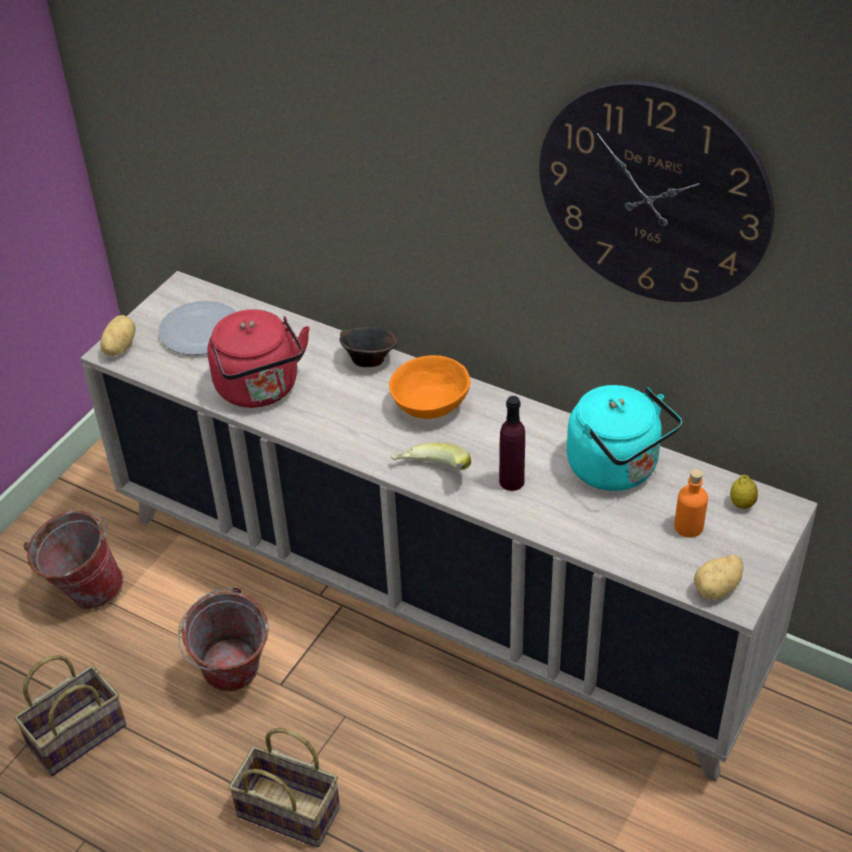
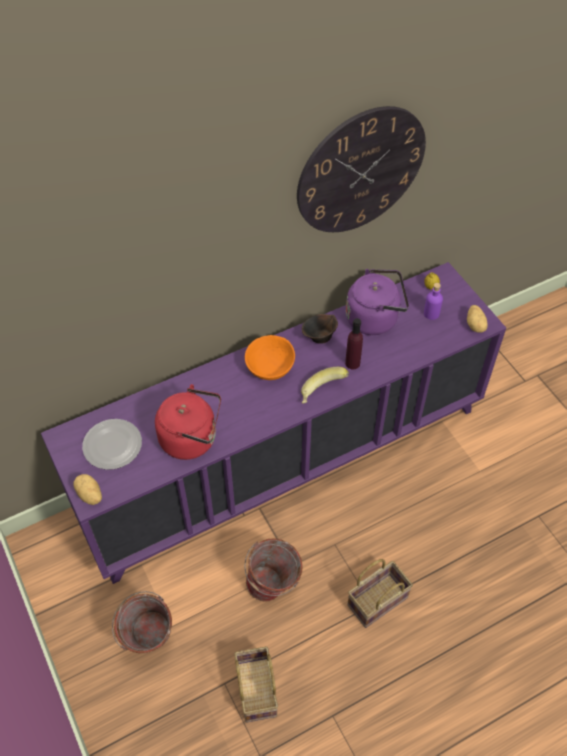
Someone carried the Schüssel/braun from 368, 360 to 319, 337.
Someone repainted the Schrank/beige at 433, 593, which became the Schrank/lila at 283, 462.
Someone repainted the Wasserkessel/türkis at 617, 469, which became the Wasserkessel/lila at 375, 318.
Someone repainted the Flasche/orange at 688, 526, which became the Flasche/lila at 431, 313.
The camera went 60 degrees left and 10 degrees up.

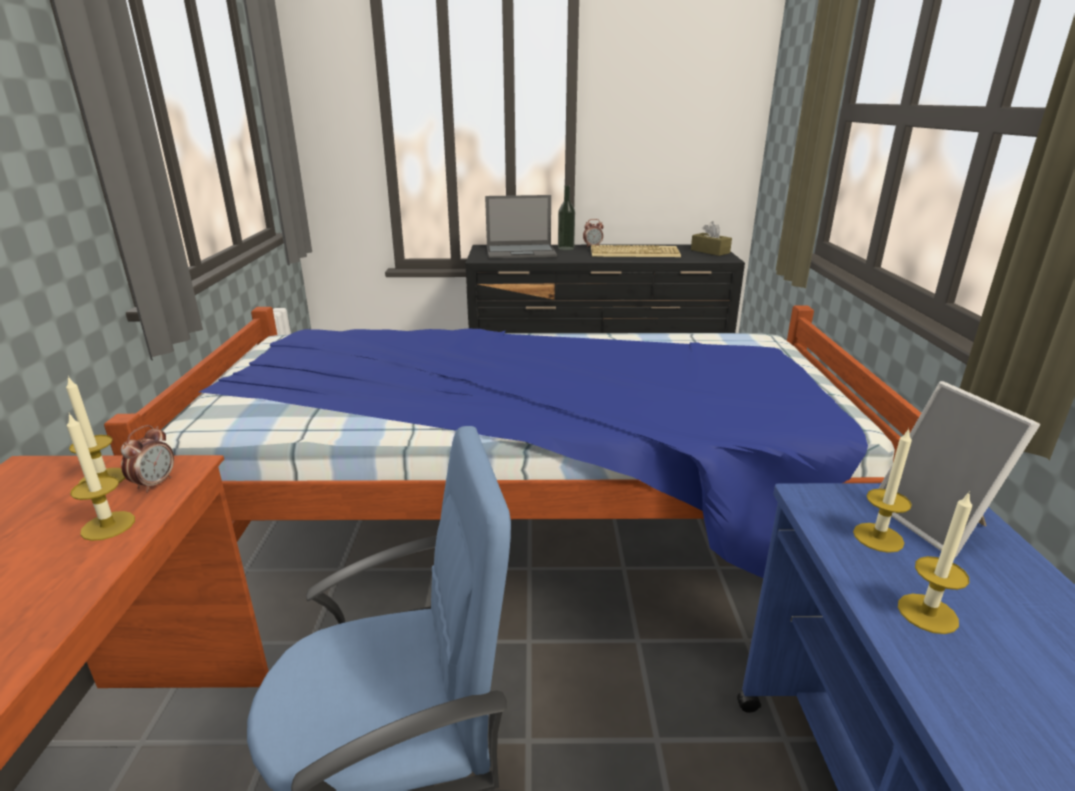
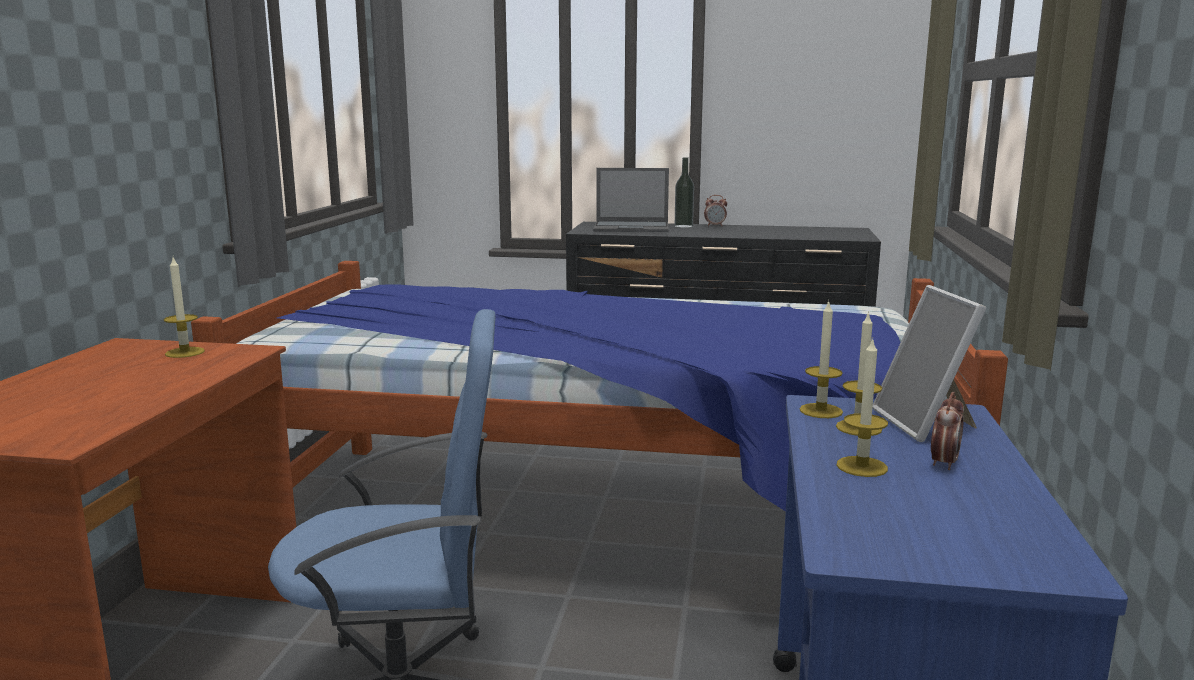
Someone took away the Tastatur at 635, 253.
Someone took away the Taschentuchbox/braun at 710, 251.
Someone carried the Kerze from 108, 526 to 821, 411.
Someone carried the Wecker from 155, 483 to 944, 463.
The camera went 10 degrees right and 10 degrees down.

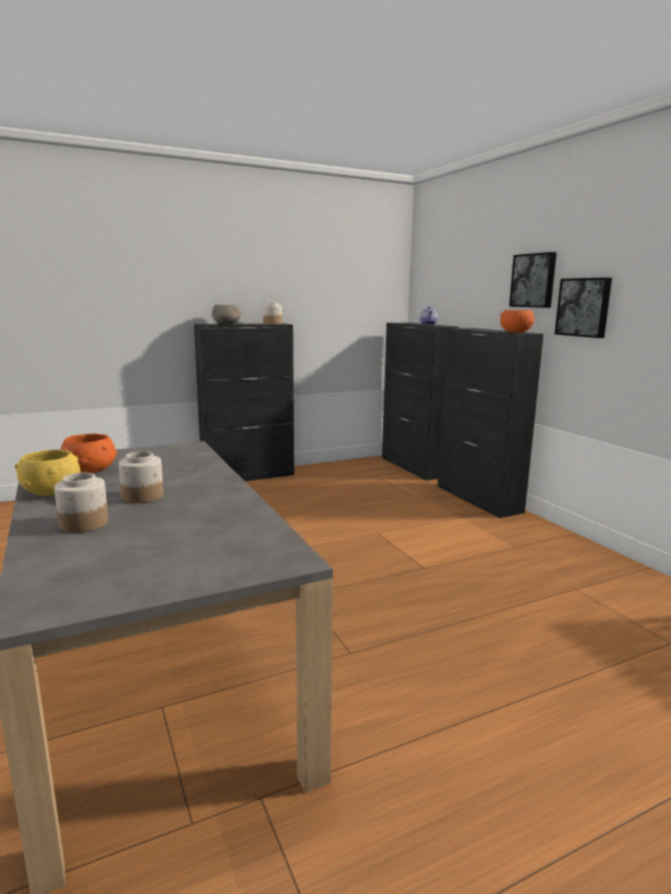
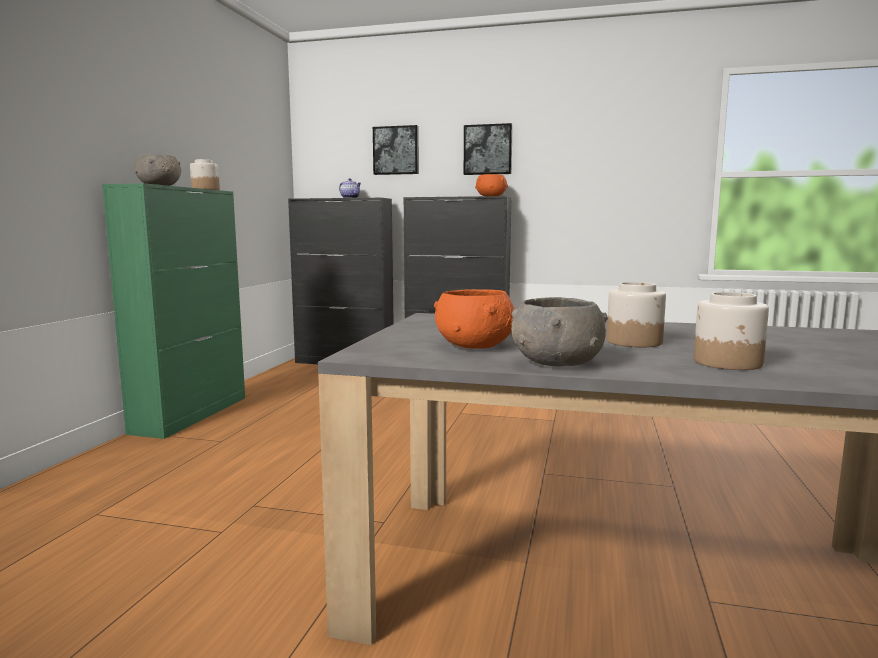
Someone carried the Bild from 584, 307 to 396, 150.
Someone repainted the Schüssel/gelb at 52, 491, which became the Schüssel/grau at 556, 362.
Someone repainted the Schrank/schwarz at 249, 476, which became the Schrank/grün at 192, 414.
The camera went 50 degrees left and 5 degrees down.

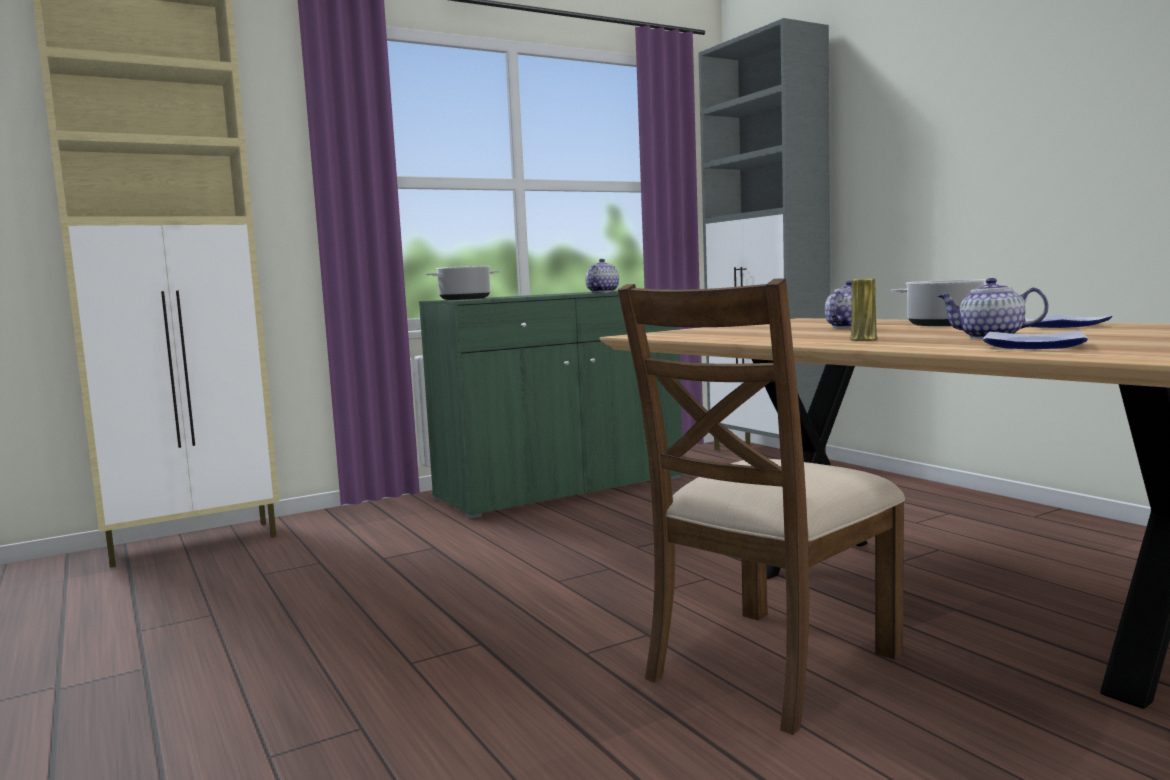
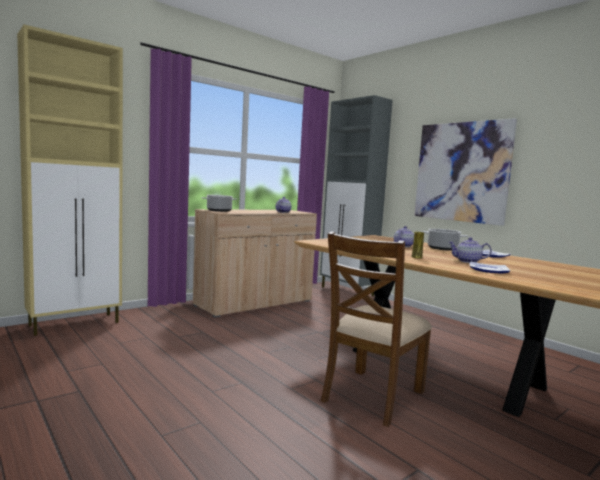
Someone put up the Bild at 461, 172.
Someone repainted the Schrank/grün at 561, 488, which became the Schrank/beige at 254, 303.
The camera went 10 degrees left and 0 degrees up.

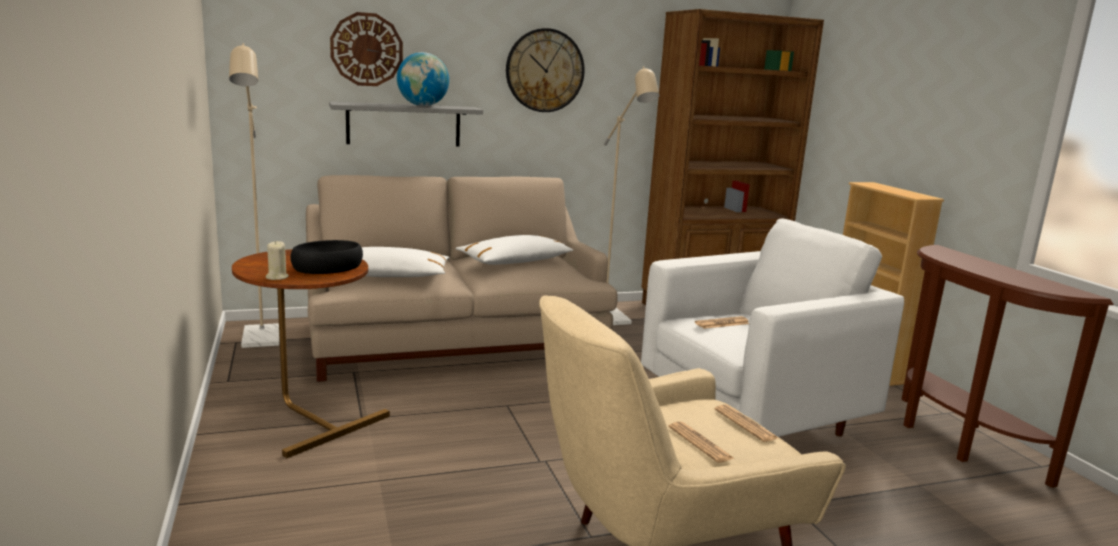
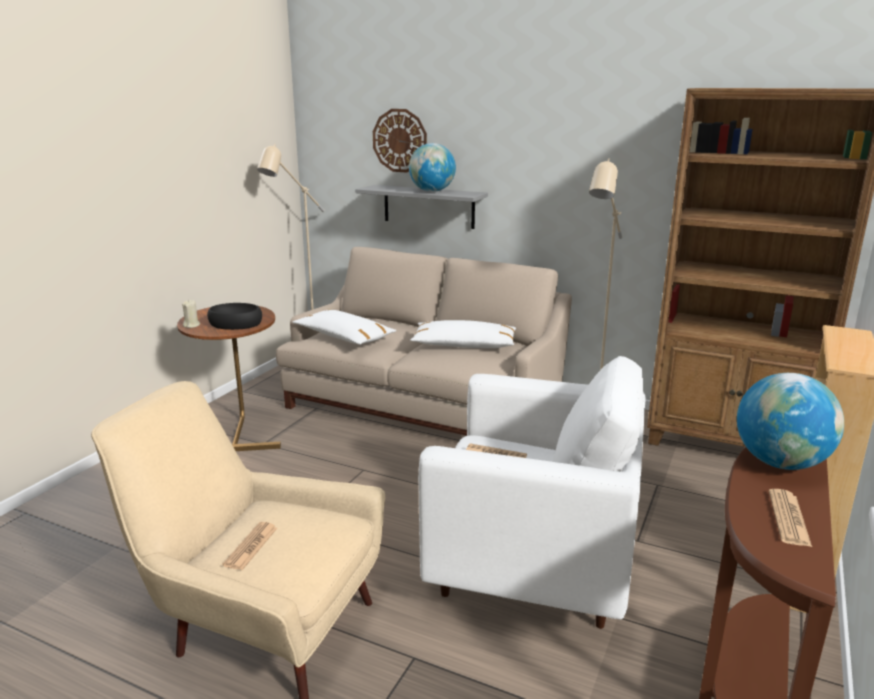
Someone took away the Wanduhr at 545, 70.
Someone put down the Globus at 780, 463.
Someone carried the Zeitung from 745, 424 to 788, 518.
The camera went 45 degrees right and 5 degrees up.

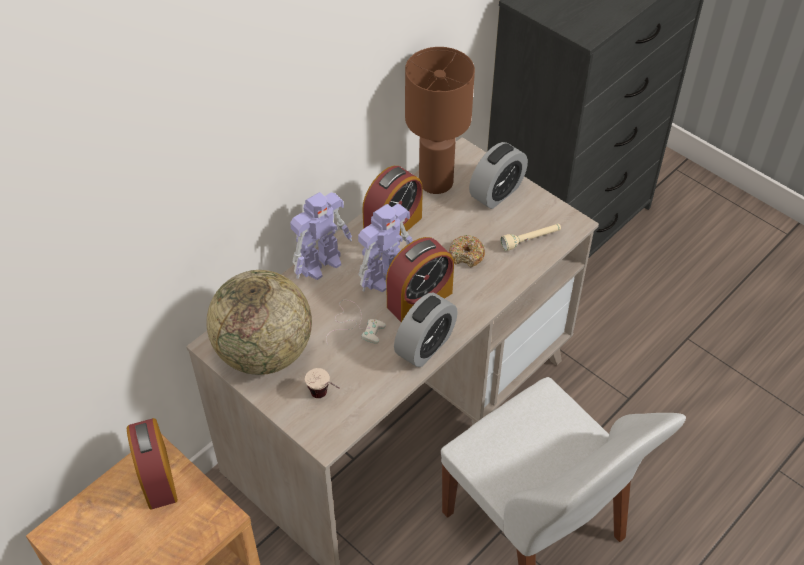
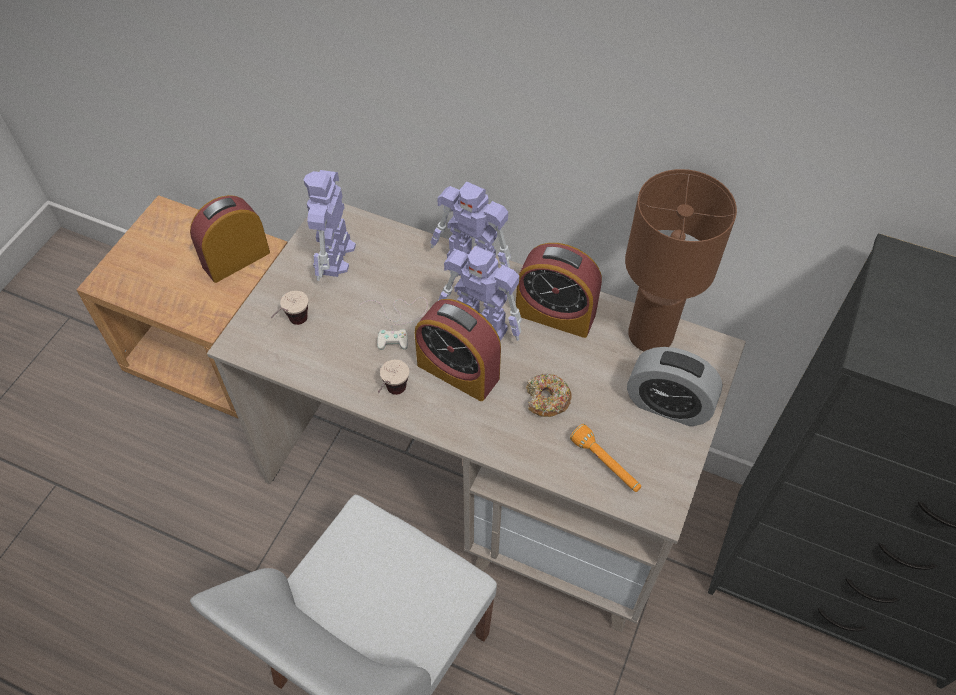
Someone swapped the Globus at 264, 352 for the Spielzeugroboter at 334, 257.
Someone swapped the Wecker at 425, 346 for the Tasse at 392, 396.
Someone repainted the Taschenlampe/beige at 531, 240, which became the Taschenlampe/orange at 606, 464.
The camera went 70 degrees right and 5 degrees up.

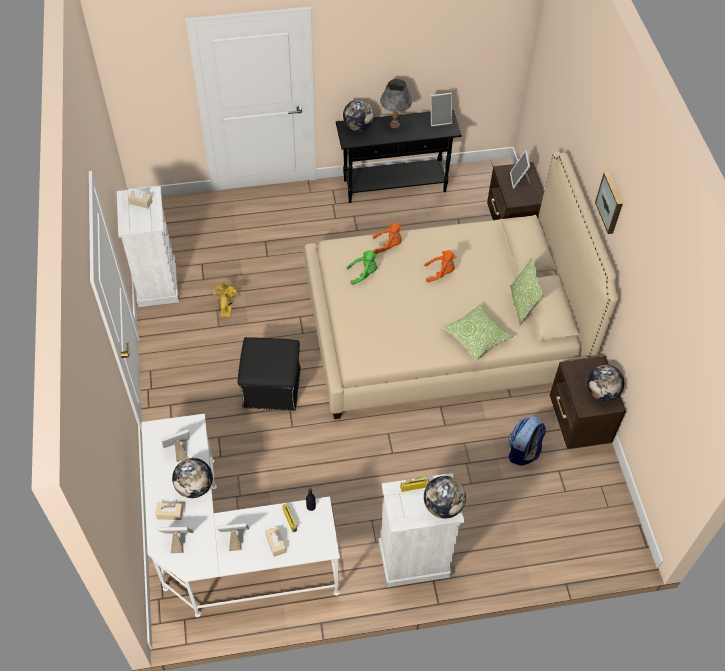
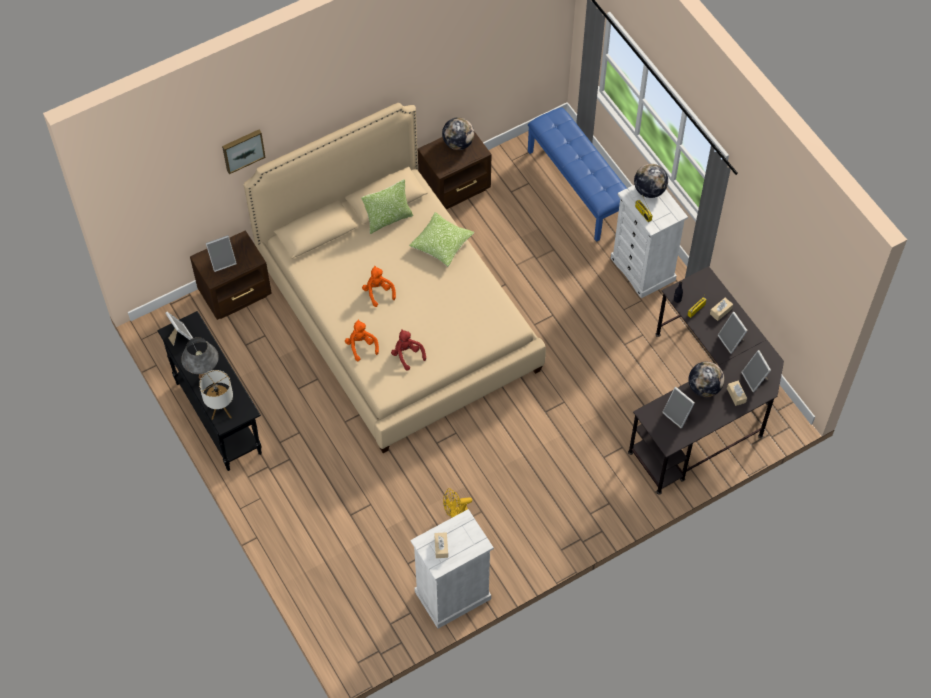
Someone took away the Polsterhocker/schwarz at 271, 388.
Someone took away the Rucksack at 523, 451.
Someone put down the Bank/blau at 578, 187.
Someone carried the Bild from 611, 202 to 242, 150.
Someone swapped the Globus at 358, 127 for the Tischlampe at 221, 410.
Someone repainted the Schreibtisch/weiß at 227, 548, which became the Schreibtisch/schwarz at 703, 405.
Someone repainted the Plüschtier/grün at 364, 273, which became the Plüschtier/rot at 407, 355.
The camera went 110 degrees left and 5 degrees up.

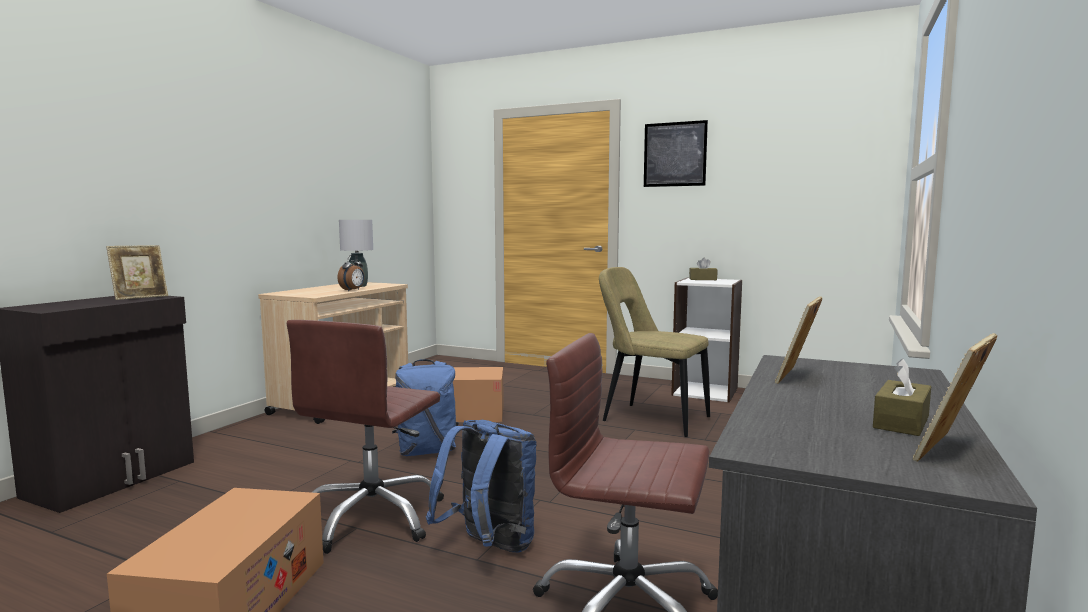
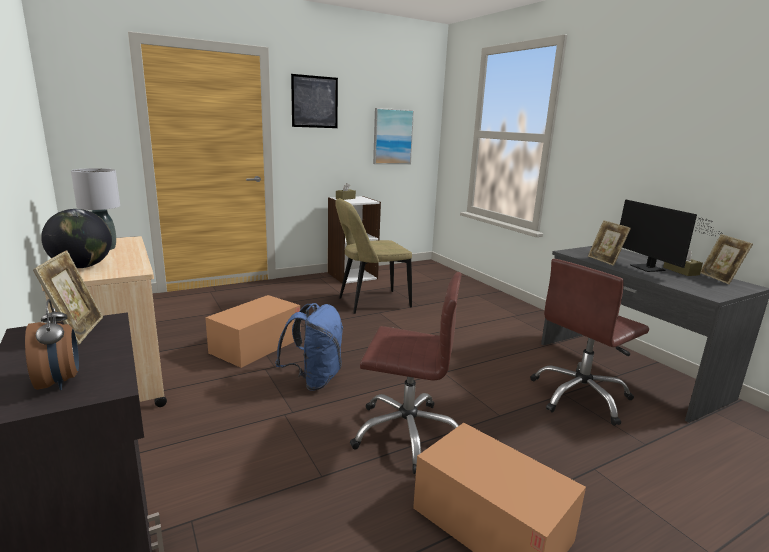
Someone took away the Rucksack/blau at 489, 547.
Someone put down the Globus at 82, 267.
Someone put up the Bild at 392, 136.
Someone put down the Monitor at 650, 269.
Someone carried the Wecker from 353, 290 to 60, 382.
Someone rotated the Bürostuhl/braun at 373, 517 by 45 degrees counterclockwise.
The camera went 55 degrees left and 10 degrees up.

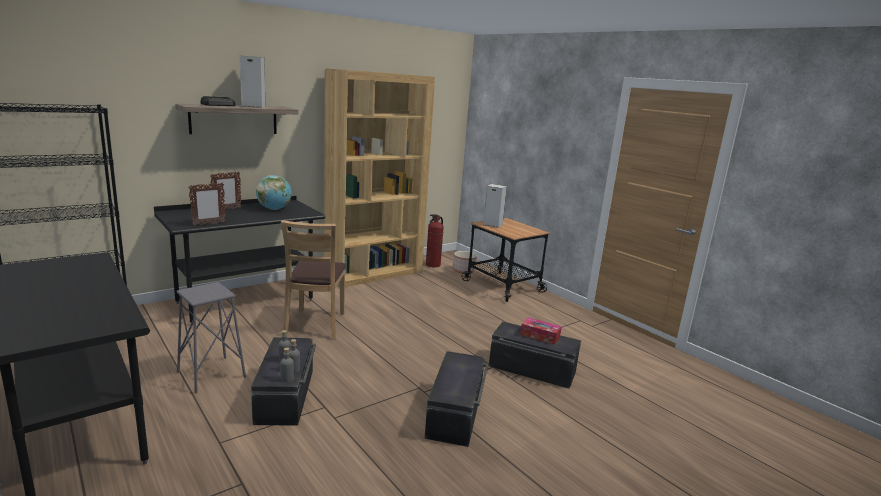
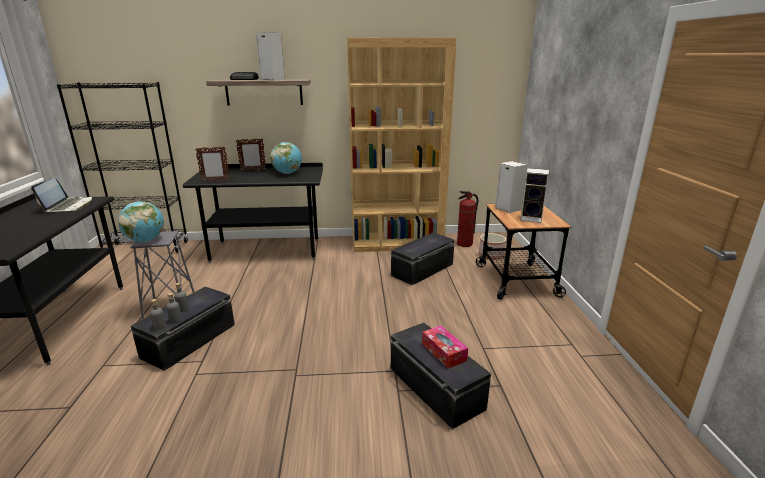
Someone took away the Stuhl/braun at 315, 325.
Someone put down the Laptop at 68, 206.
Someone put down the Globus at 145, 240.
Someone put down the Lautsprecher at 532, 218.
Someone carried the Aufbewahrungsbox/schwarz from 456, 413 to 423, 270.
The camera went 35 degrees right and 5 degrees up.

